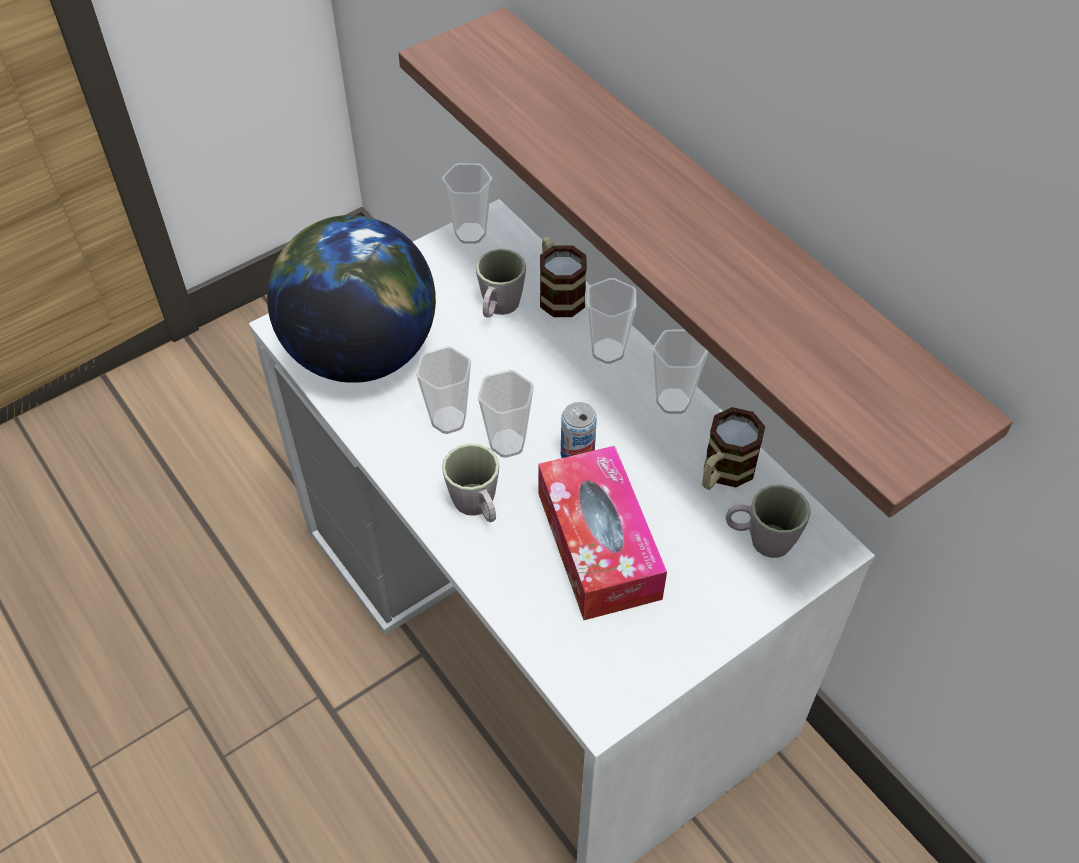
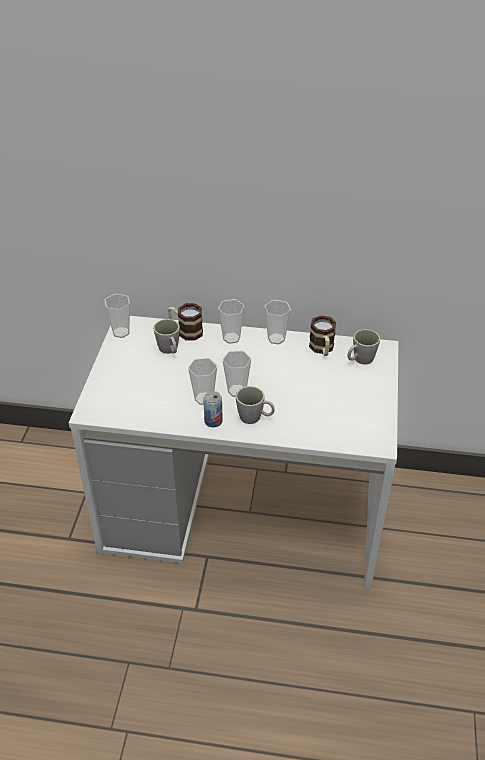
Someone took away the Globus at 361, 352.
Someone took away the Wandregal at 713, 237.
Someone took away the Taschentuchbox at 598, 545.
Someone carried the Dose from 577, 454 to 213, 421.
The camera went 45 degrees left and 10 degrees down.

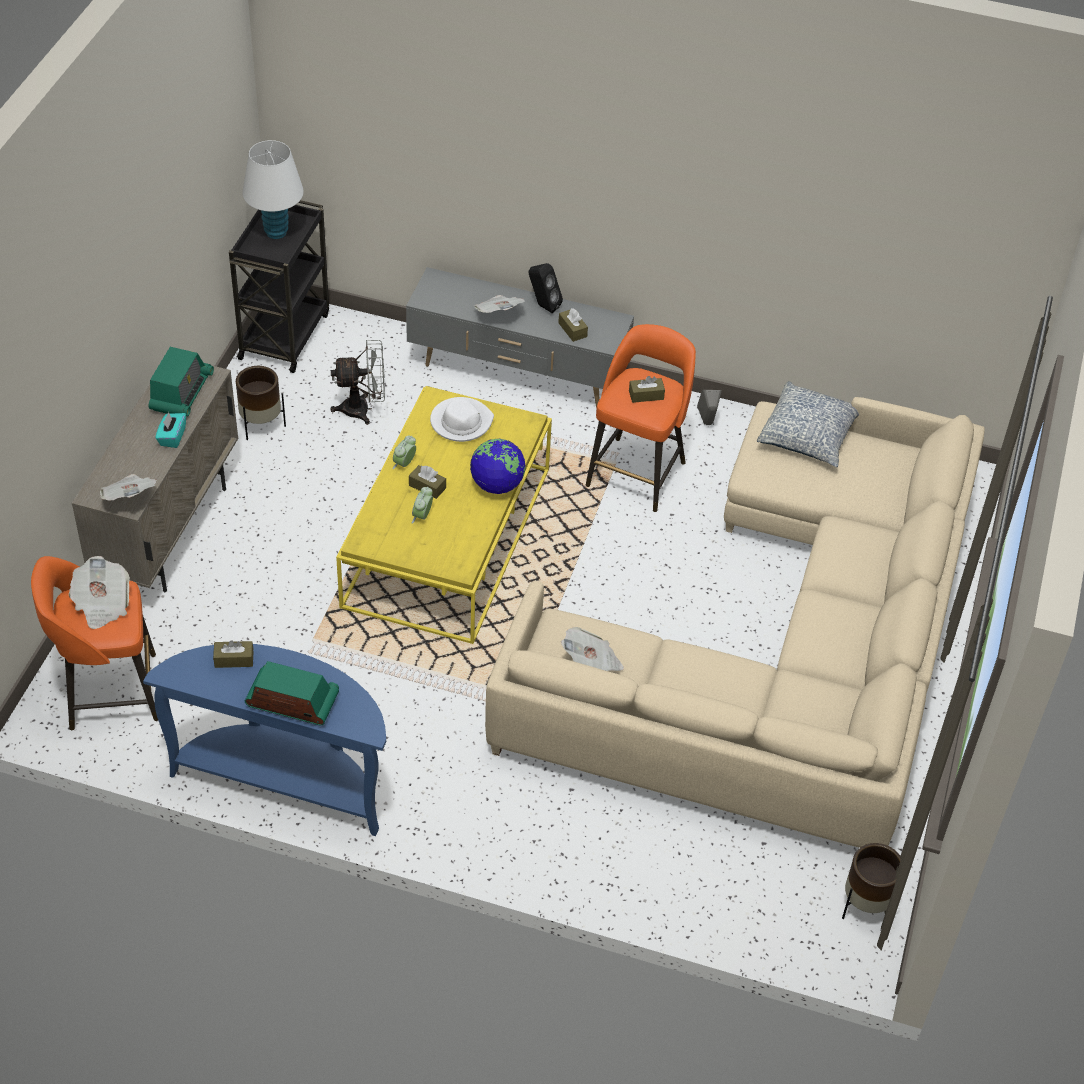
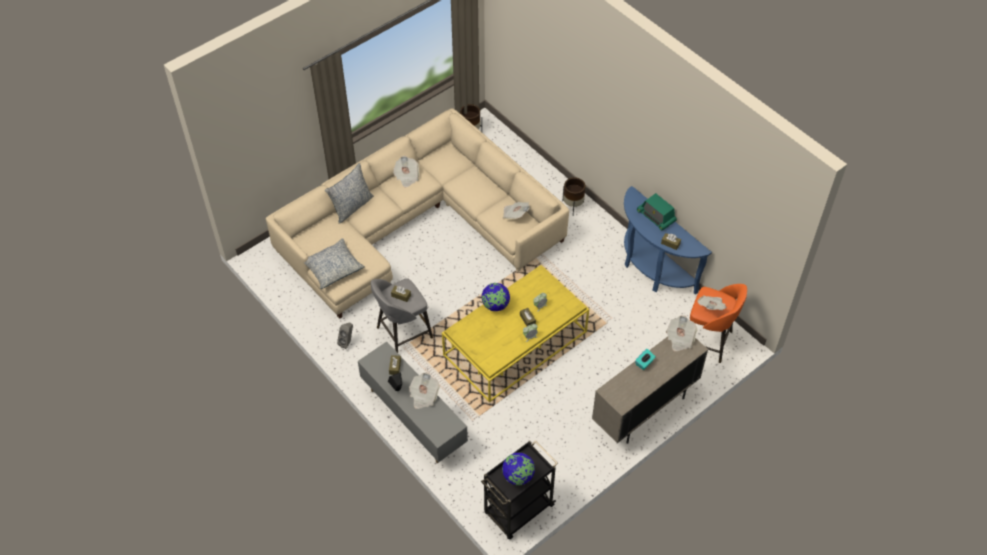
Someone took away the Radio at 181, 393.
Someone took away the Ventilator/grau at 363, 409.
Someone took away the Hut/weiß at 461, 422.
Someone put down the Kissen at 352, 206.
Someone put down the Zeitung at 406, 177.
Someone carried the Pflanzkübel/braun from 261, 425 to 572, 206.
Someone swapped the Tischlampe/weiß at 276, 232 for the Globus at 518, 476.
Someone repainted the Hocker/orange at 637, 472, which became the Hocker/grau at 403, 333.
The camera went 145 degrees left and 5 degrees up.

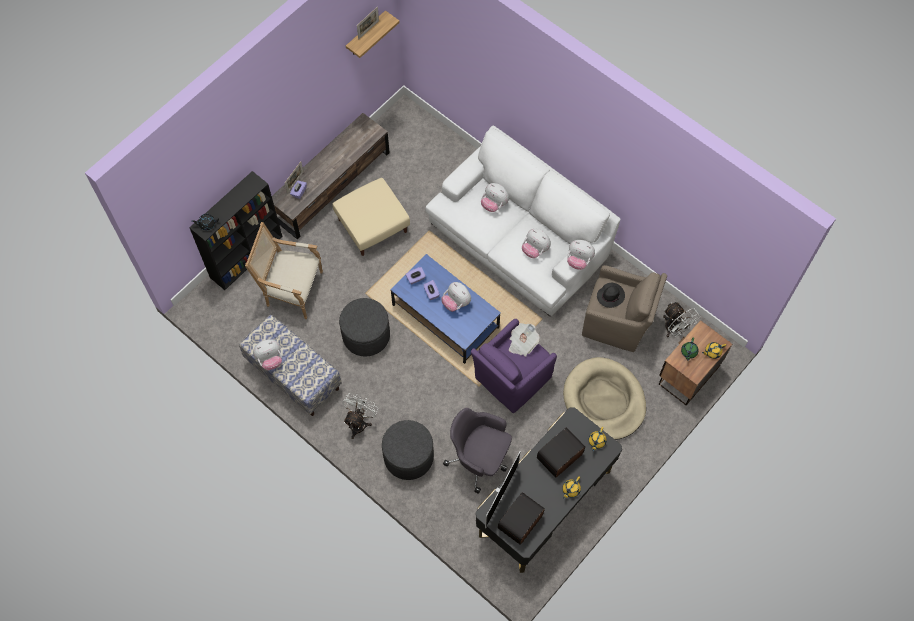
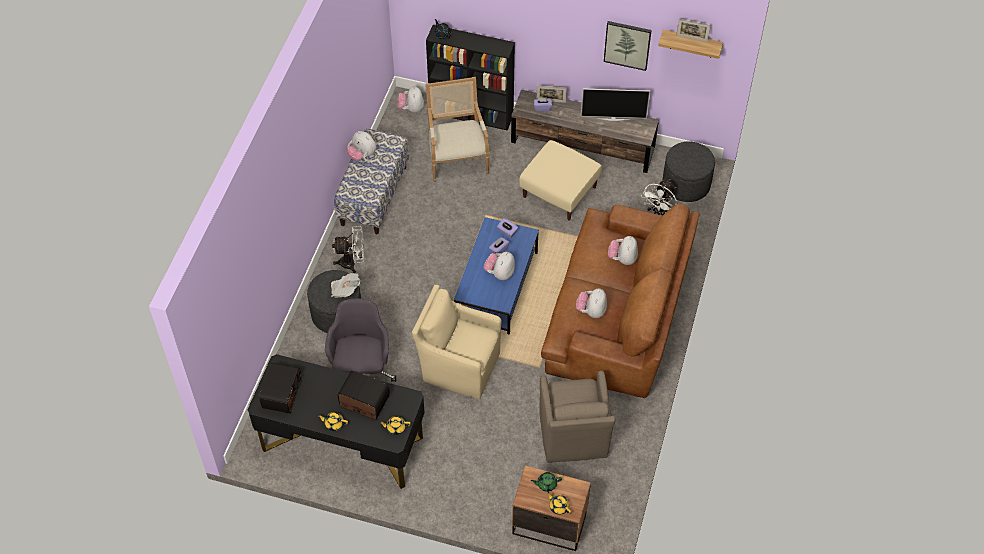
Someone took away the Hundebett/beige at 604, 400.
Someone took away the Hut/schwarz at 610, 295.
Someone put up the Bild at 627, 44.
Someone carried the Polsterhocker/grau from 366, 335 to 686, 184.
Someone carried the Fernseher from 498, 496 to 613, 118.
Someone carried the Zeitung from 522, 343 to 345, 290.
Someone carried the Plüschtier from 579, 260 to 411, 109.
Someone carried the Ventilator/weiß from 674, 329 to 659, 213.
Someone repainted the Sofa/weiß at 519, 238, which became the Sofa/braun at 618, 314.
Someone repainted the Sessel/lila at 511, 379, which became the Sessel/beige at 459, 365.
Someone rotated the Radio at 521, 522 by 90 degrees clockwise.
The camera went 65 degrees right and 10 degrees down.

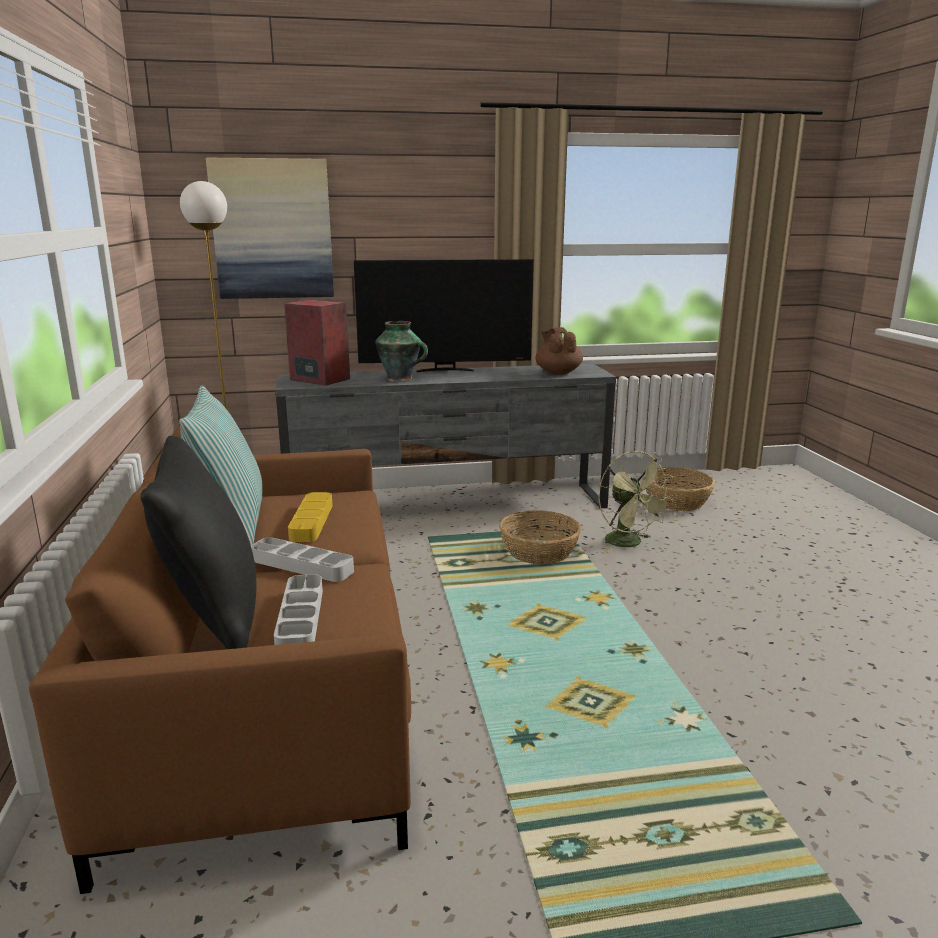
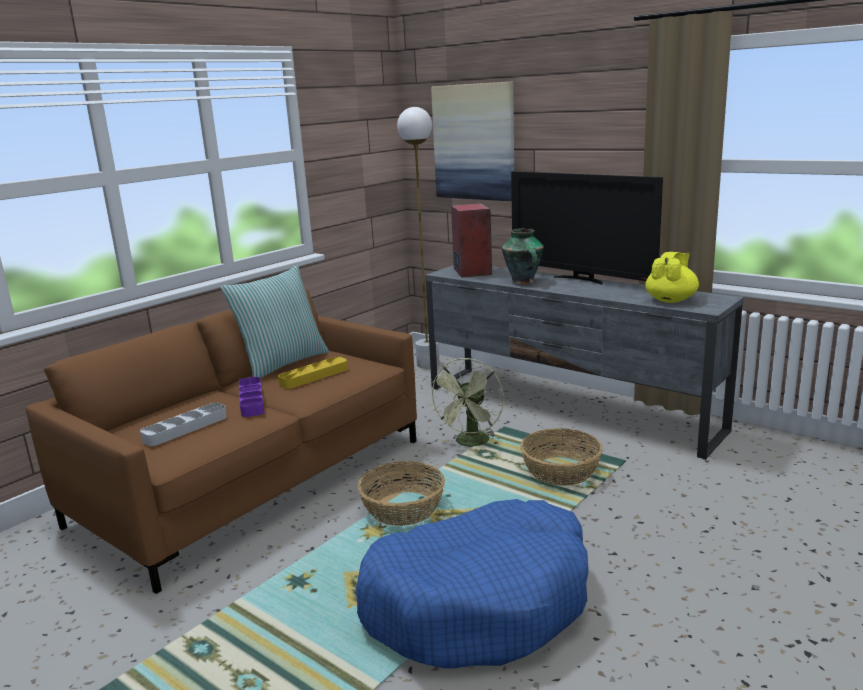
Someone took away the Kissen/schwarz at 213, 617.
Someone put down the Hundebett/blau at 479, 602.
Someone carried the Ventilator/grün from 629, 543 to 471, 443.
Someone carried the Korb from 677, 502 to 403, 509.
Someone repainted the Tablett/grau at 302, 565, which became the Tablett/lila at 251, 400.
Someone repainted the Teekanne/braun at 558, 372, which became the Teekanne/gelb at 671, 300.
The camera went 50 degrees right and 0 degrees up.

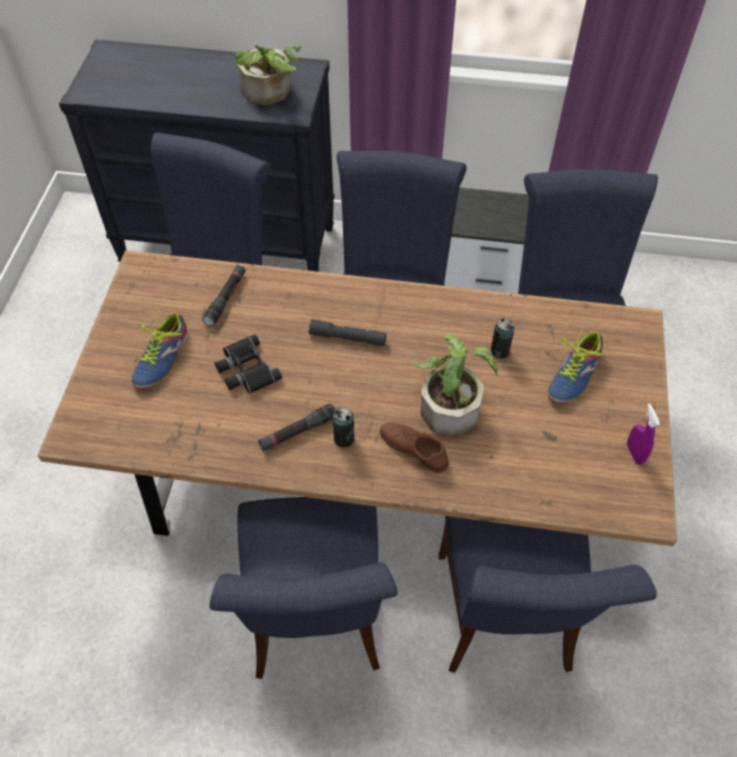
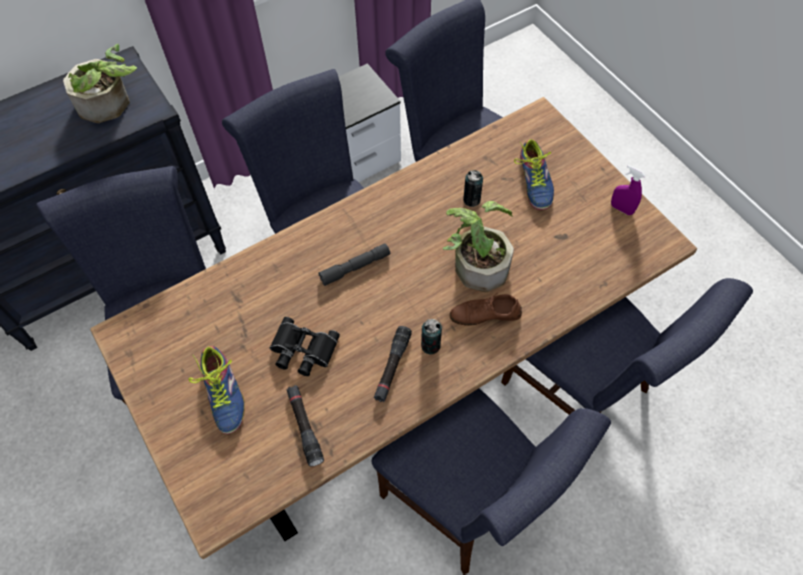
Someone carried the Taschenlampe/schwarz from 226, 298 to 304, 427.
The camera went 40 degrees left and 5 degrees up.

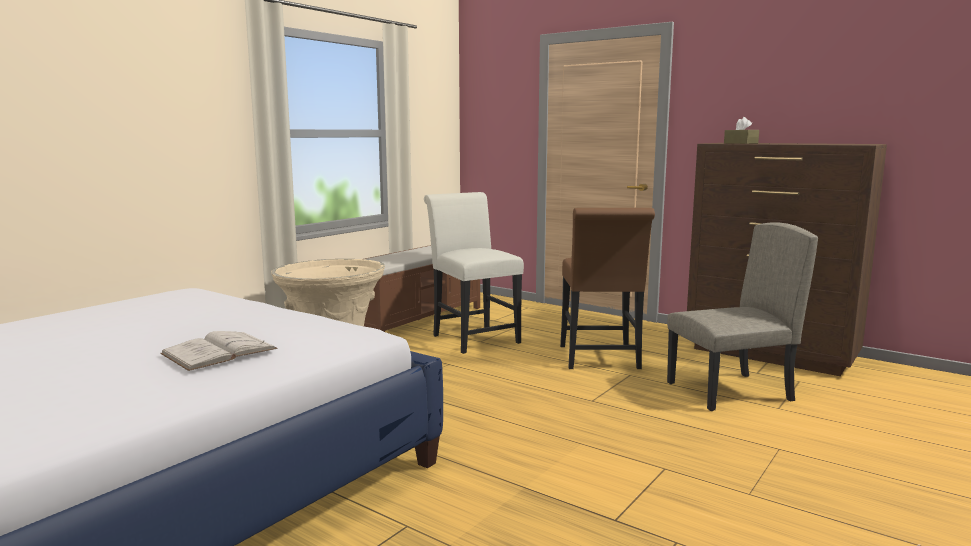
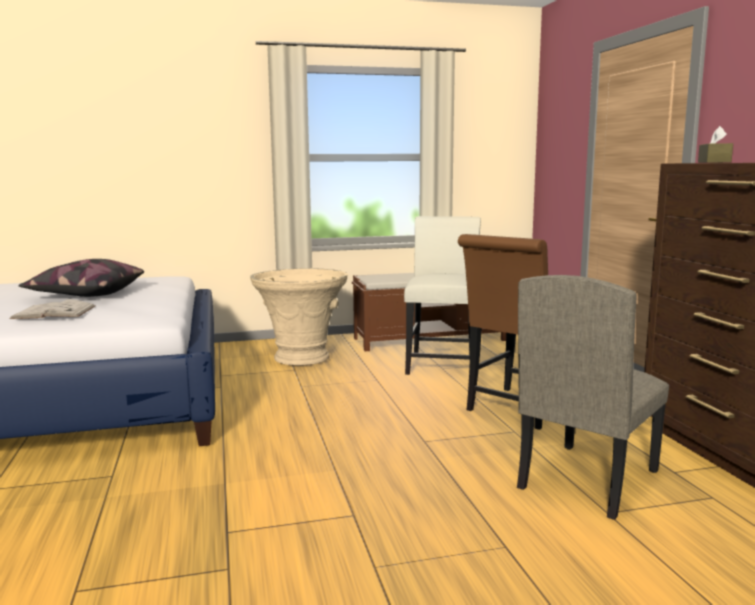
Someone put down the Kissen at 86, 295.
Someone rotated the Stuhl/beige at 729, 392 by 105 degrees clockwise.
The camera went 40 degrees right and 0 degrees up.

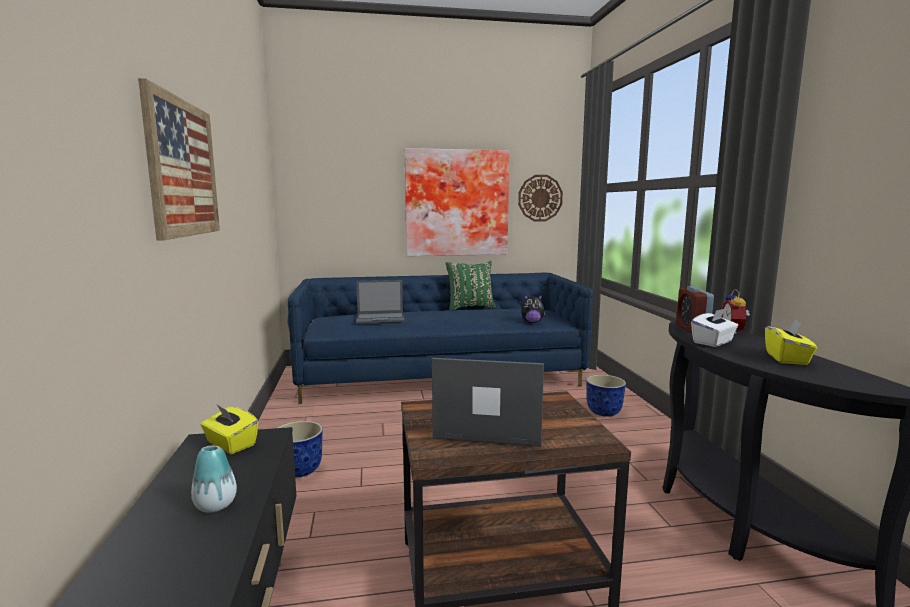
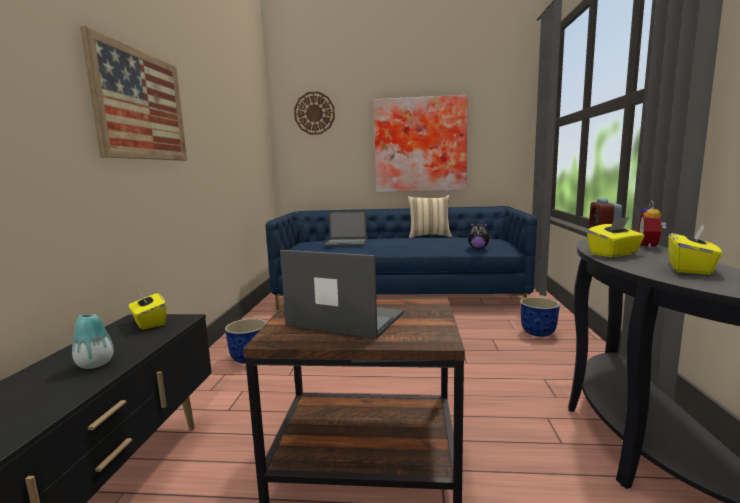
Someone carried the Wanduhr from 540, 198 to 314, 113.
Someone repainted the Kissen/grün at 470, 307, which became the Kissen/beige at 429, 236.
Someone repainted the Taschentuchbox/weiß at 713, 342, which became the Taschentuchbox/gelb at 614, 254.
The camera went 15 degrees right and 0 degrees up.

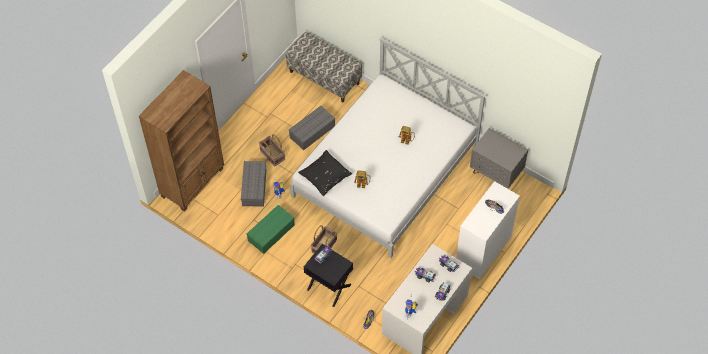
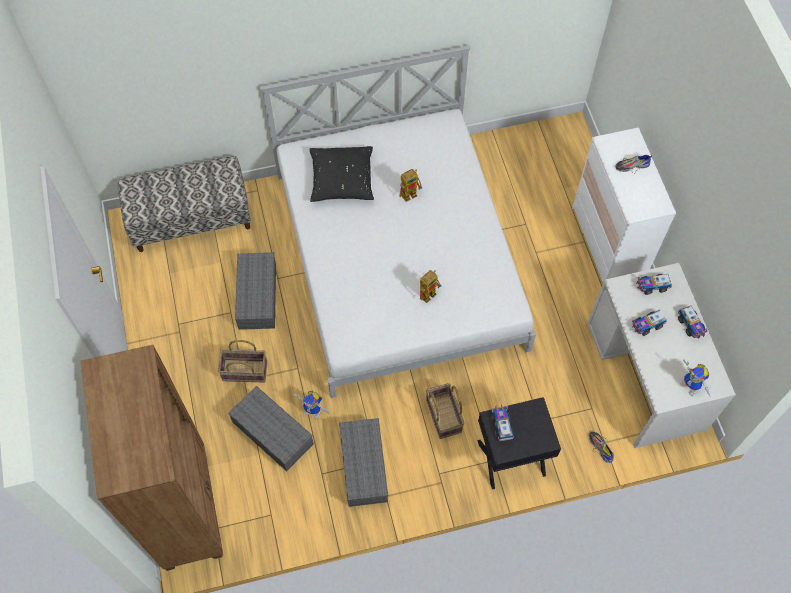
Someone took away the Nachttisch/grau at 496, 173.
Someone carried the Kissen/schwarz from 325, 176 to 342, 179.
Someone repainted the Aufbewahrungsbox/grün at 271, 232, which became the Aufbewahrungsbox/grau at 362, 465.
The camera went 50 degrees left and 5 degrees up.

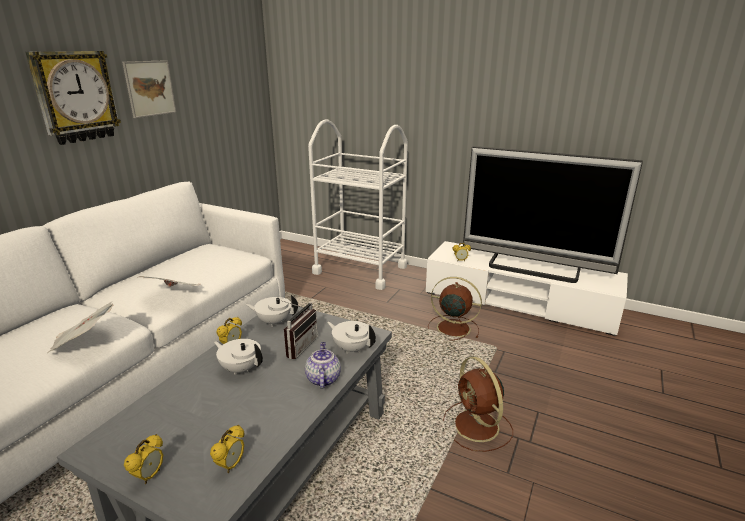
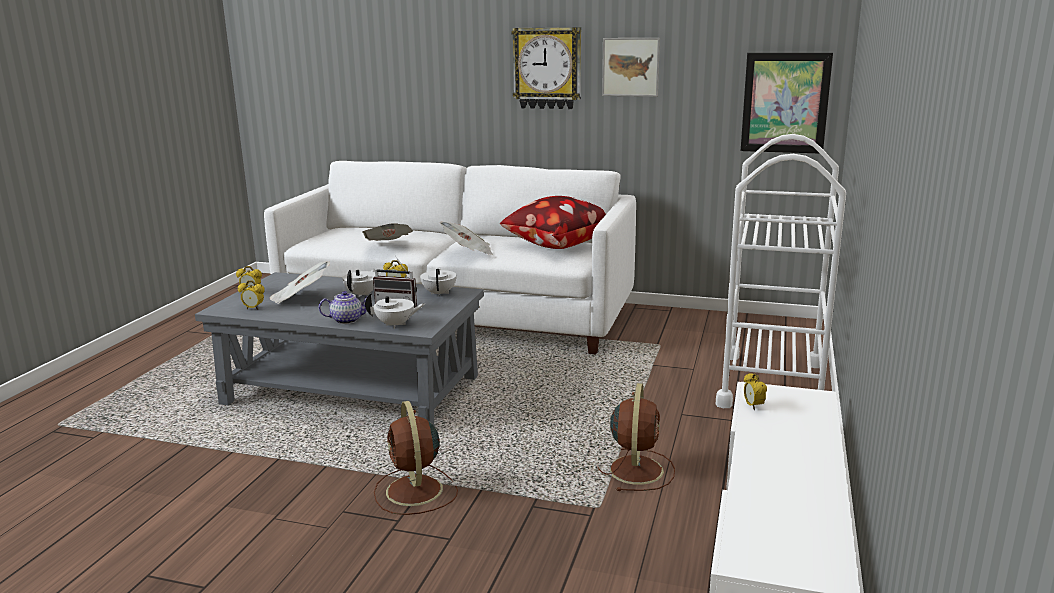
Someone took away the Fernseher at 534, 268.
Someone put down the Zeitung at 300, 298.
Someone put down the Kissen at 554, 245.
Someone put up the Bild at 785, 103.
Someone rotated the Teekanne/weiß at 351, 348 by 60 degrees clockwise.
Someone rotated the Ventilator/braun at 477, 427 by 75 degrees counterclockwise.
The camera went 80 degrees right and 5 degrees down.

